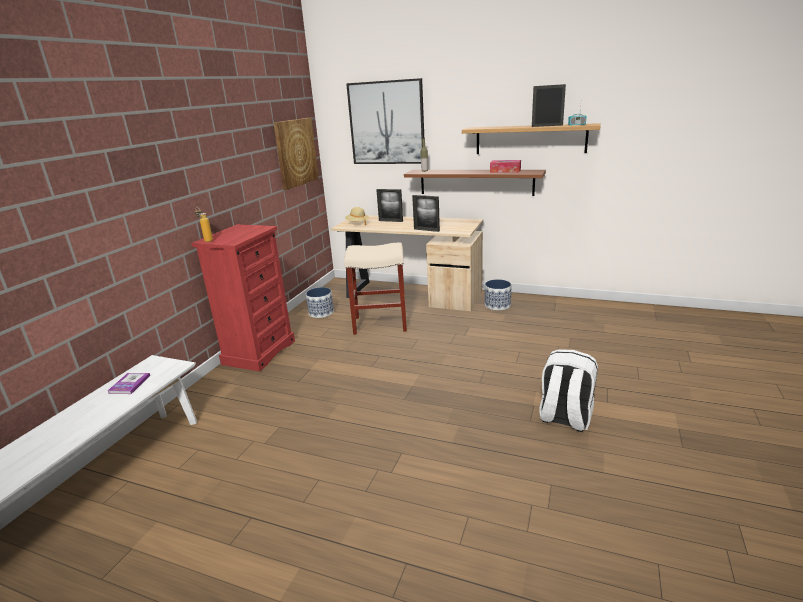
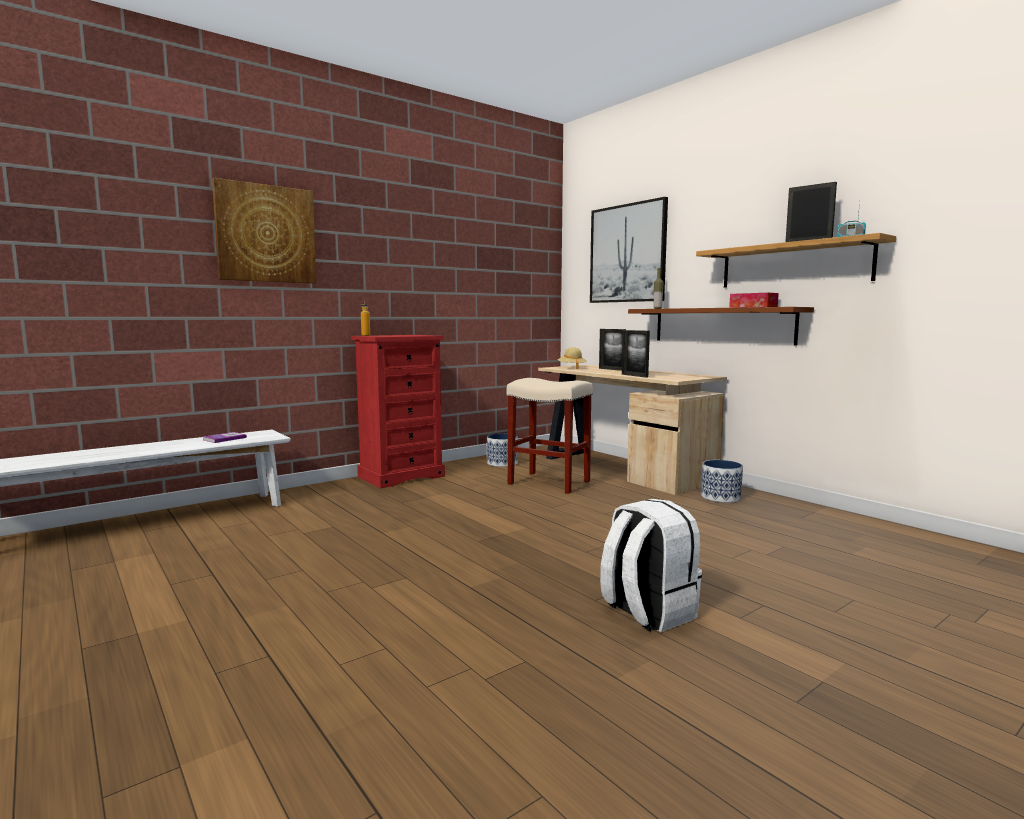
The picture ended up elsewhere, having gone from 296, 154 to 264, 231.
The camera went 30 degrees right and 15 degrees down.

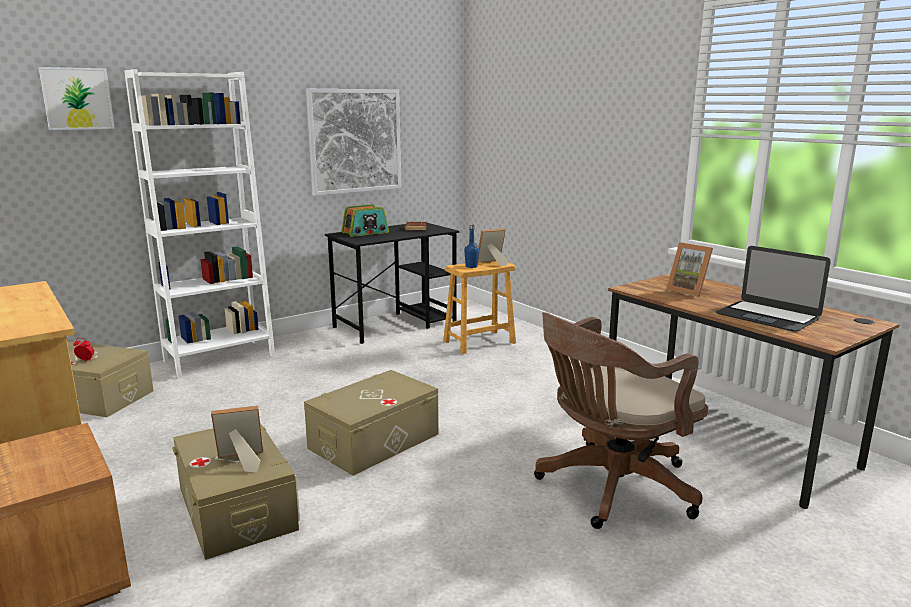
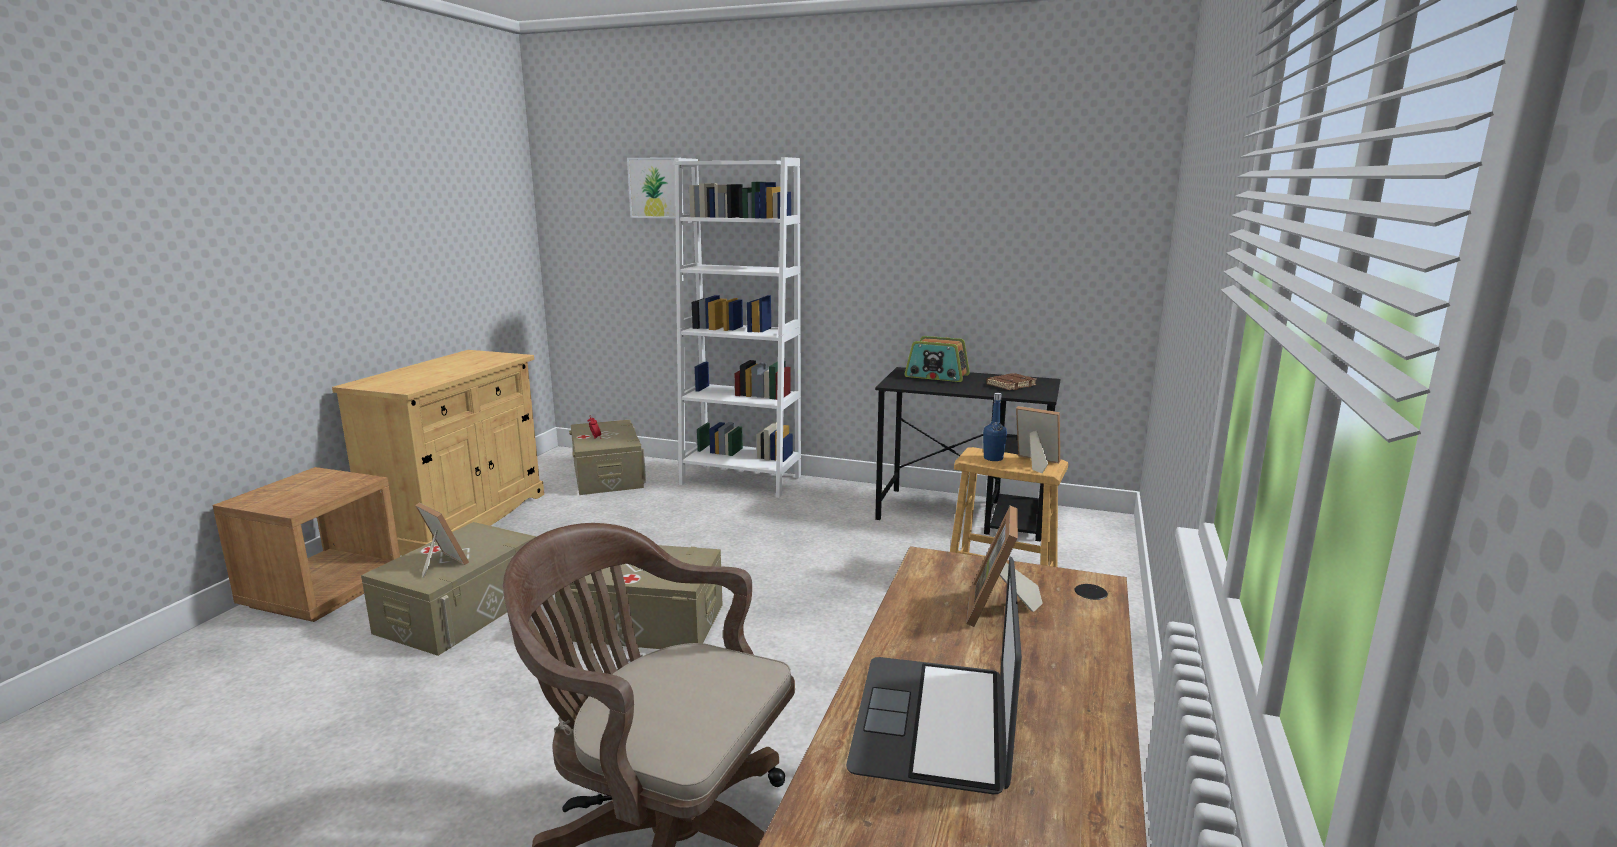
The second view lost the picture at 353, 142.
The camera went 55 degrees right and 0 degrees up.

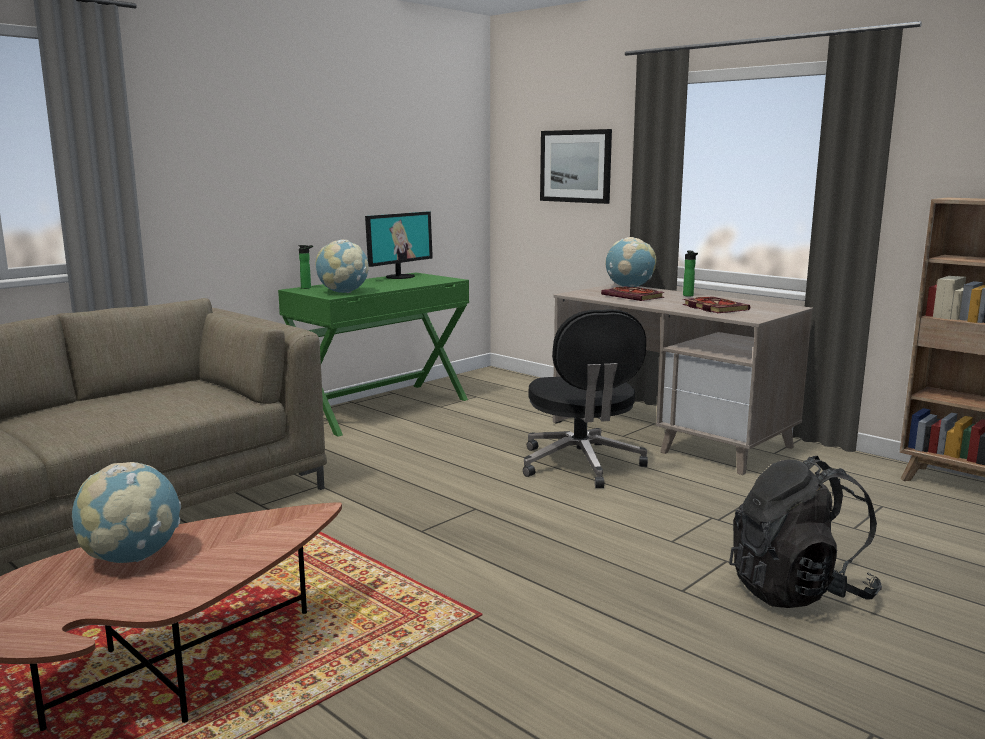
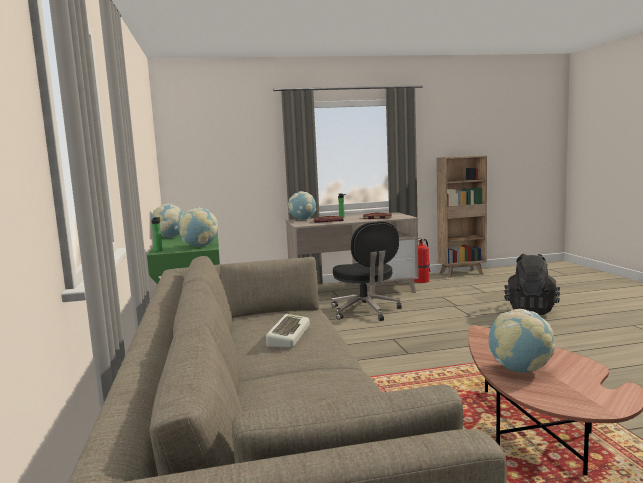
Where the monitor stood at 399, 245, the desk globe came to stand at 167, 220.
The black-coloured computer chair at 585, 398 ended up facing another way, 45 degrees clockwise from before.
The second view lost the picture at 576, 166.
The second view gained the computer keyboard at 288, 331.
The second view gained the fire-fighting cylinder at 422, 260.
The camera went 55 degrees left and 5 degrees down.

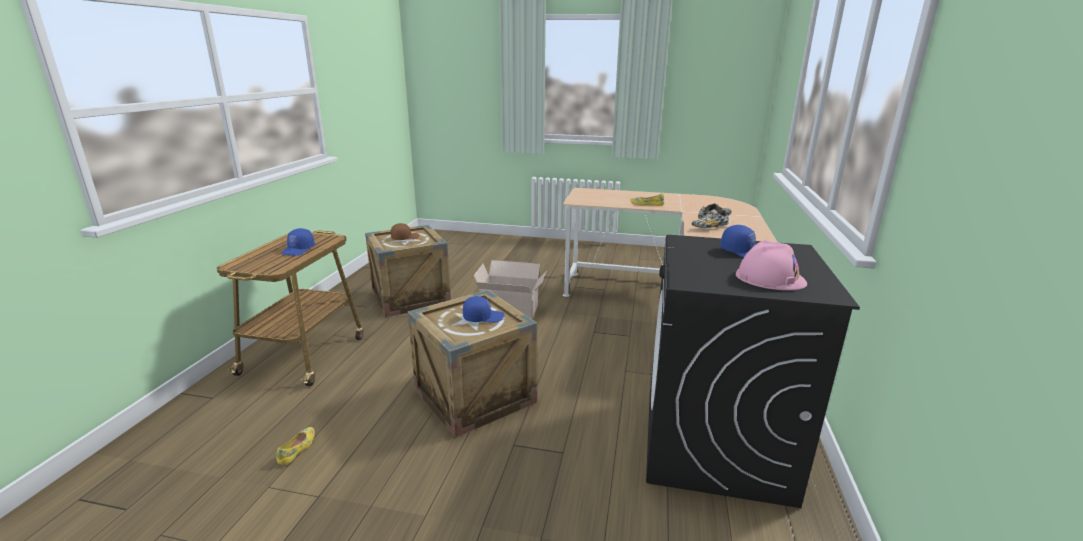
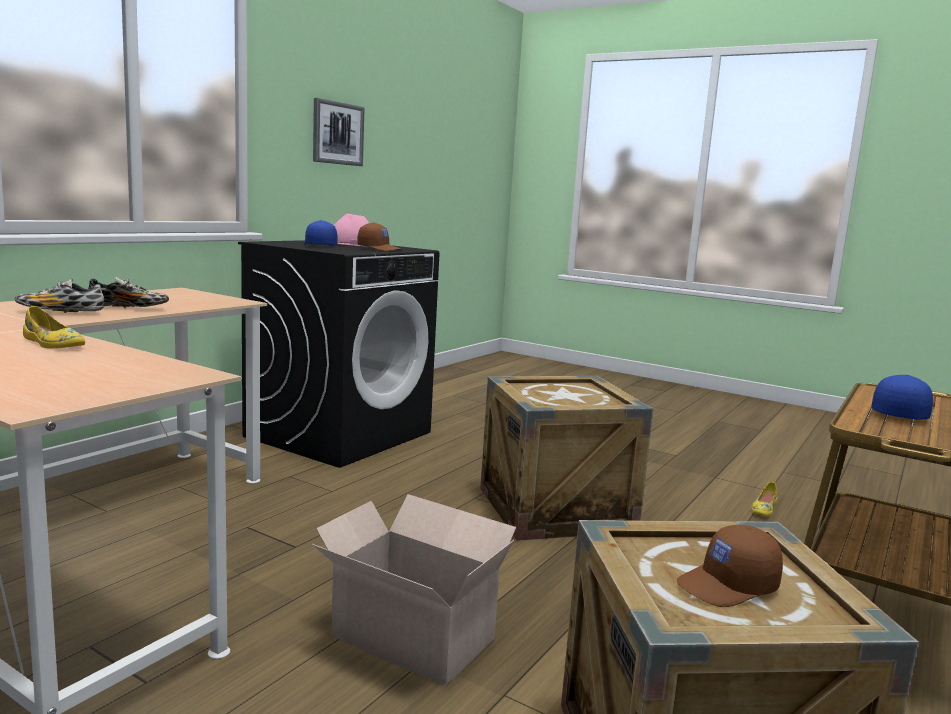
The second view lost the bluish baseball cap at 484, 309.
The second view gained the picture at 339, 132.
The second view gained the brownish baseball cap at 379, 236.
The camera went 160 degrees left and 10 degrees down.

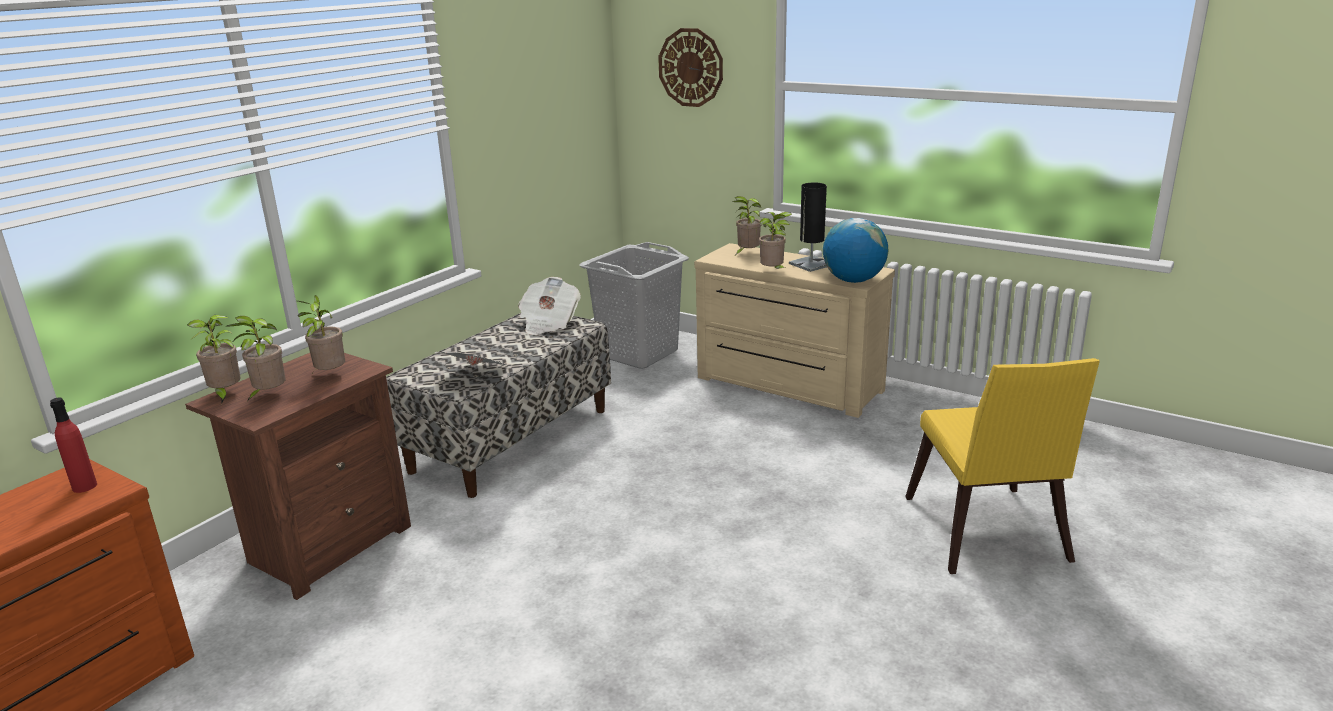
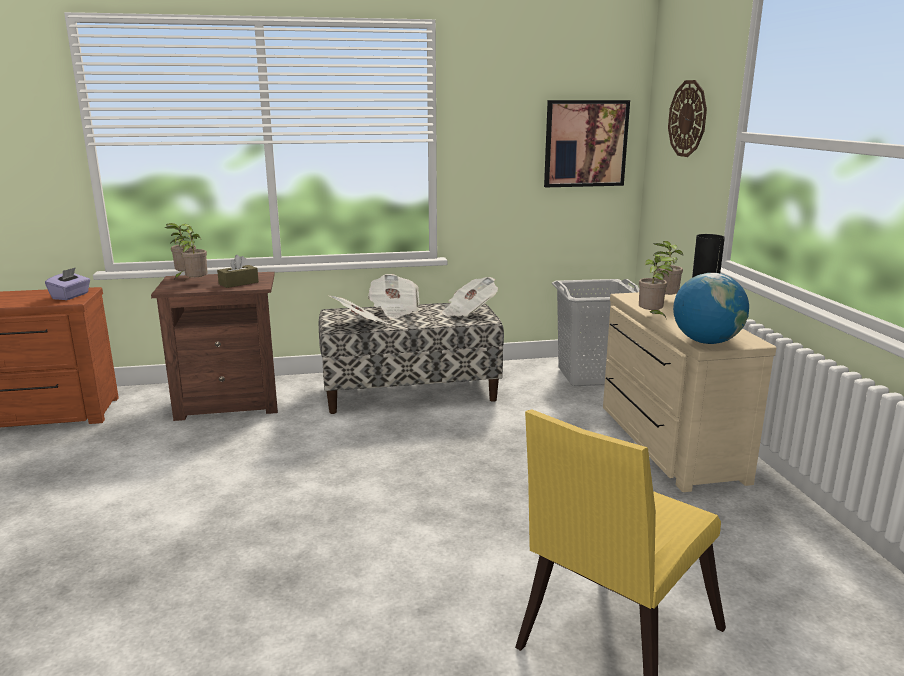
Where the red beverage bottle stood at 73, 445, the purple-coloured tissue holder came to stand at 67, 283.
Where the houseplant stood at 321, 334, the brownish tissue holder came to stand at 238, 271.
The second view gained the printed paper at 393, 296.
The second view gained the picture at 587, 143.
The camera went 45 degrees right and 5 degrees down.

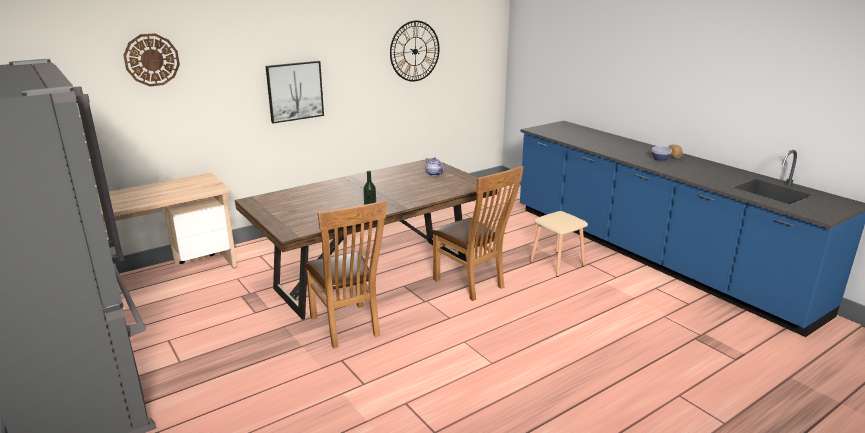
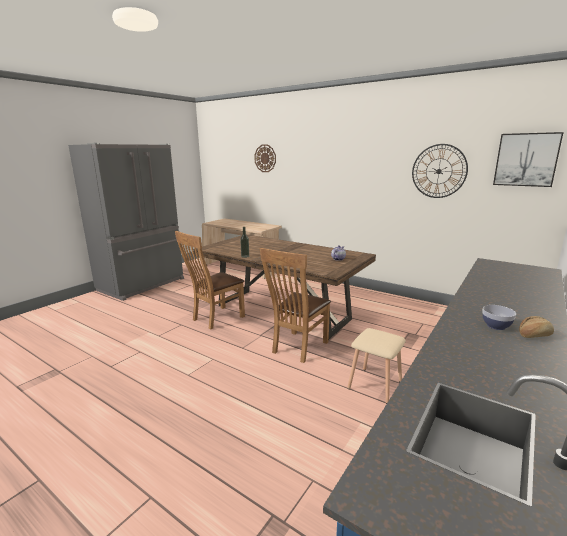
The picture ended up elsewhere, having gone from 295, 92 to 528, 159.
The camera went 70 degrees right and 5 degrees down.

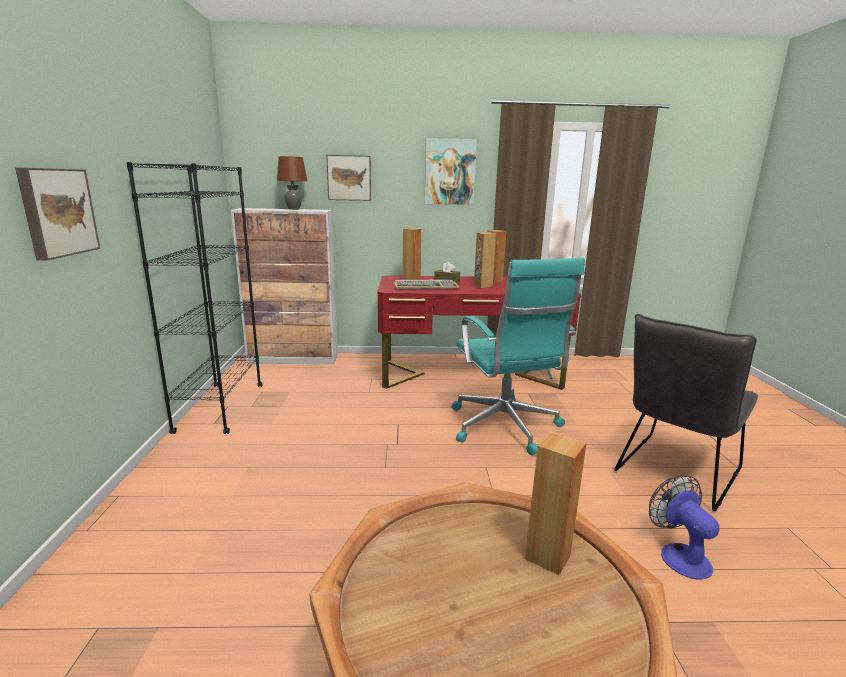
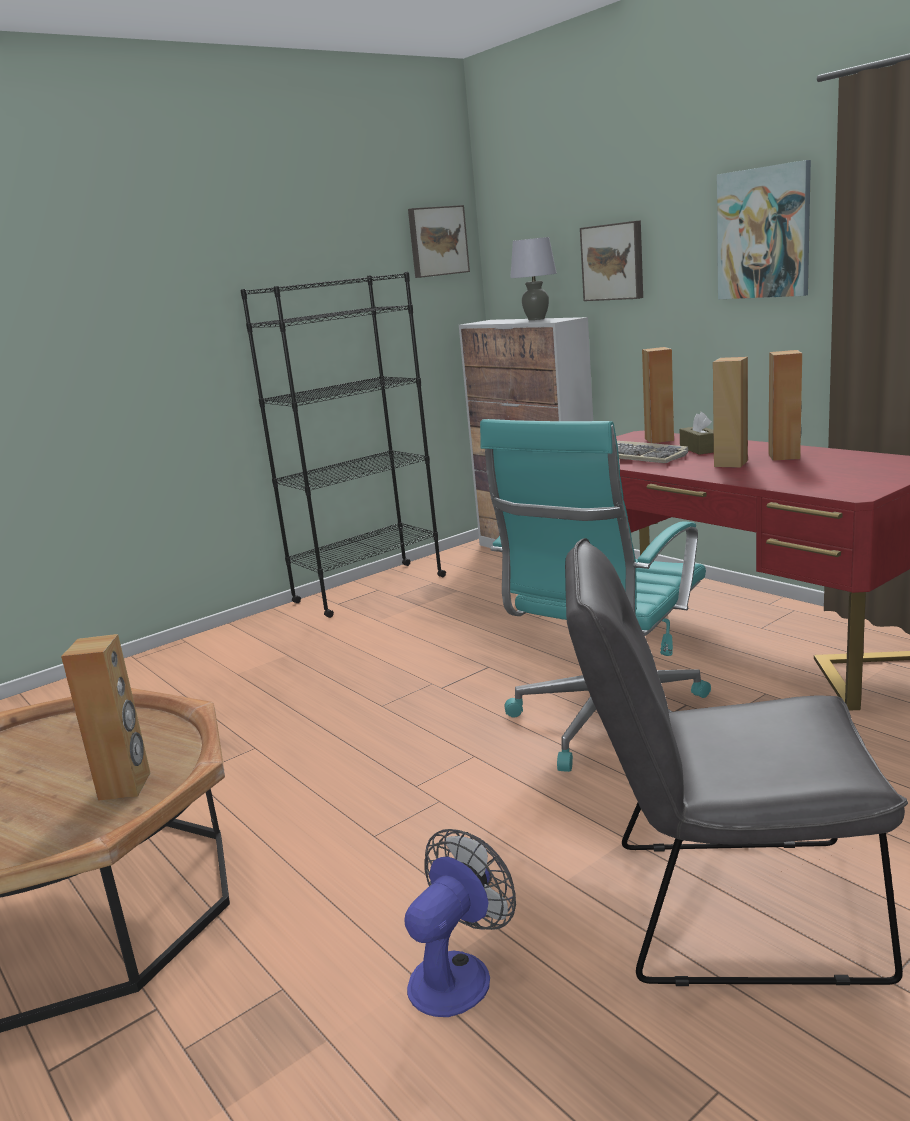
The picture ended up elsewhere, having gone from 57, 213 to 439, 241.
What was the brownish tabletop lamp at 292, 183 turned into the greyish tabletop lamp at 533, 278.
The camera went 55 degrees right and 0 degrees up.

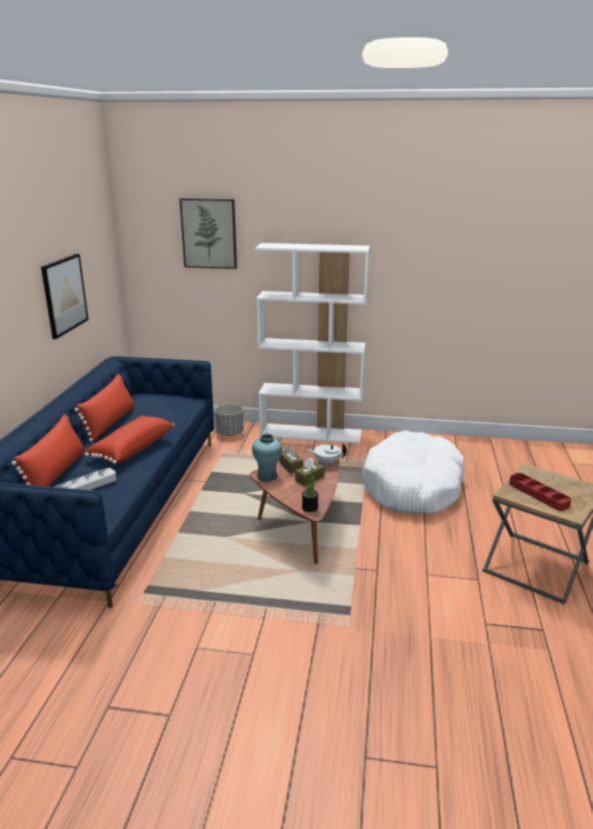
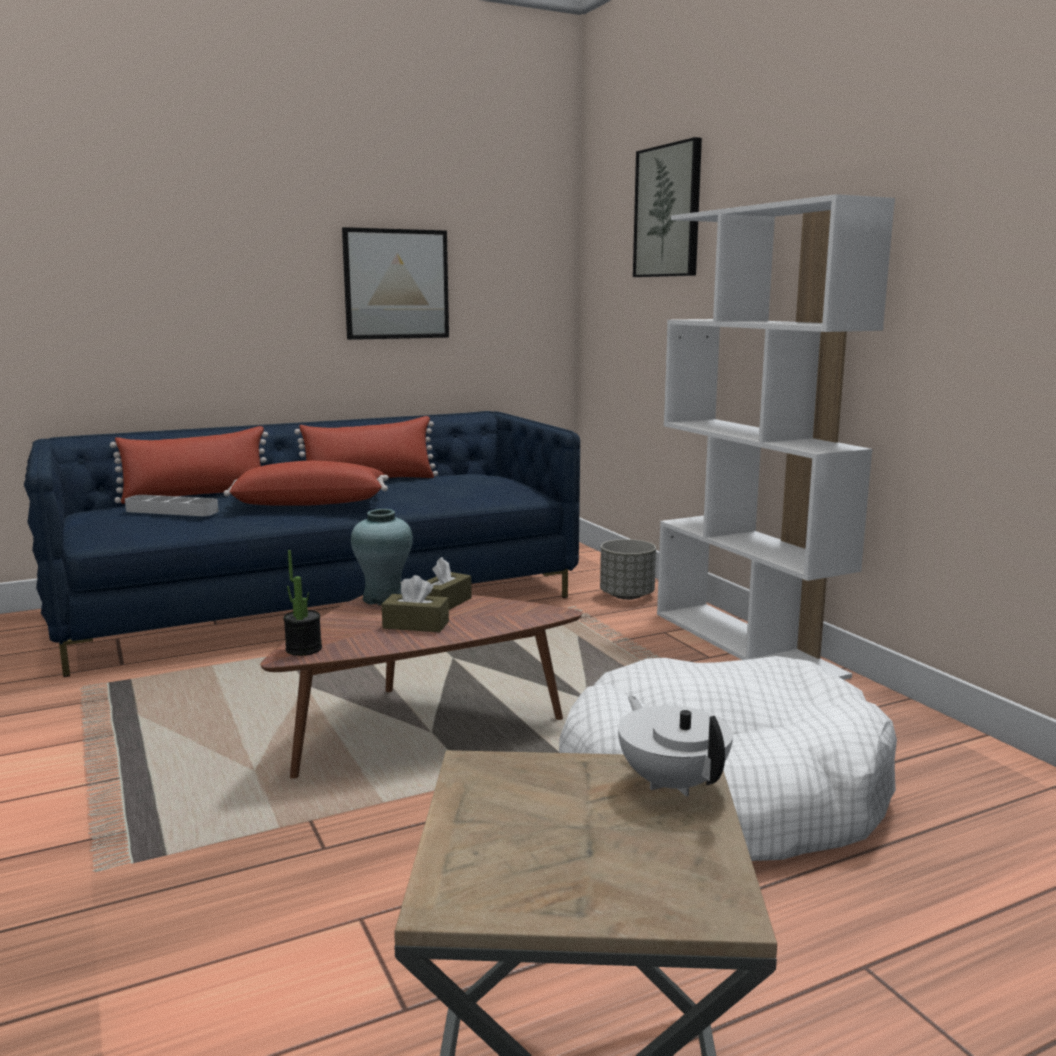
The white-coloured tea pot ended up elsewhere, having gone from 327, 454 to 675, 746.
The second view lost the red serving tray at 540, 492.
The camera went 55 degrees right and 10 degrees down.

